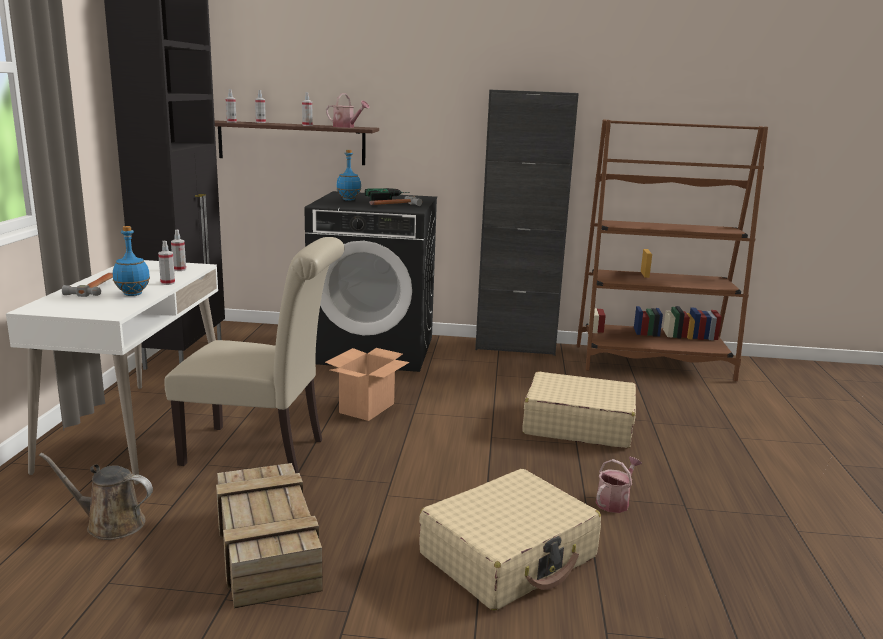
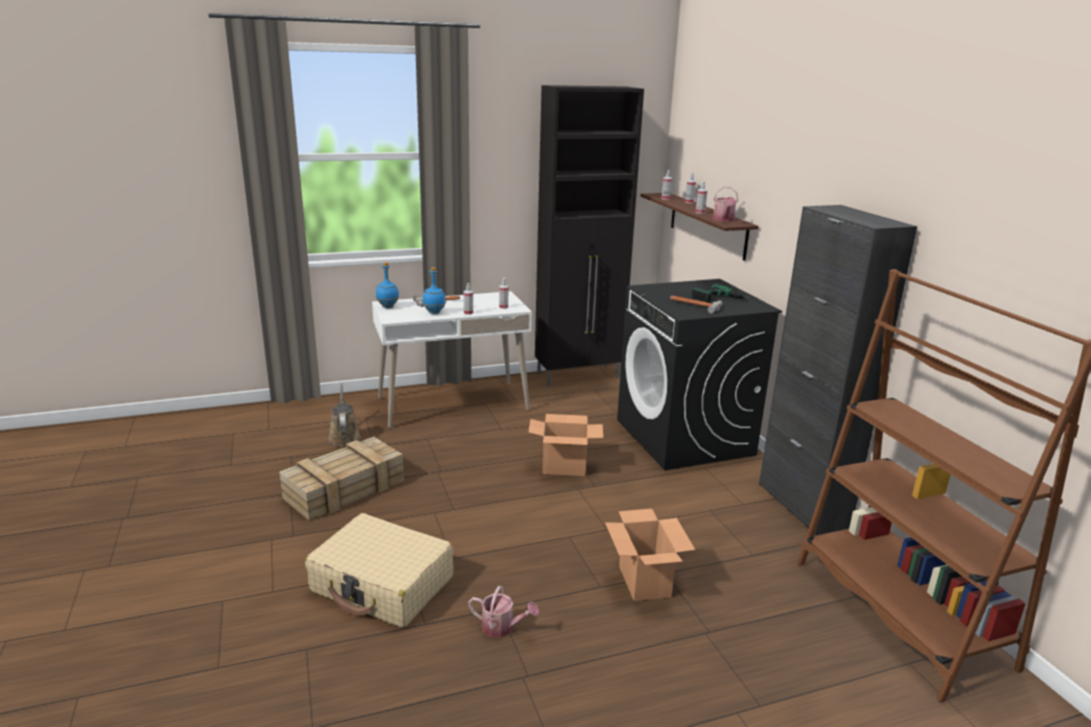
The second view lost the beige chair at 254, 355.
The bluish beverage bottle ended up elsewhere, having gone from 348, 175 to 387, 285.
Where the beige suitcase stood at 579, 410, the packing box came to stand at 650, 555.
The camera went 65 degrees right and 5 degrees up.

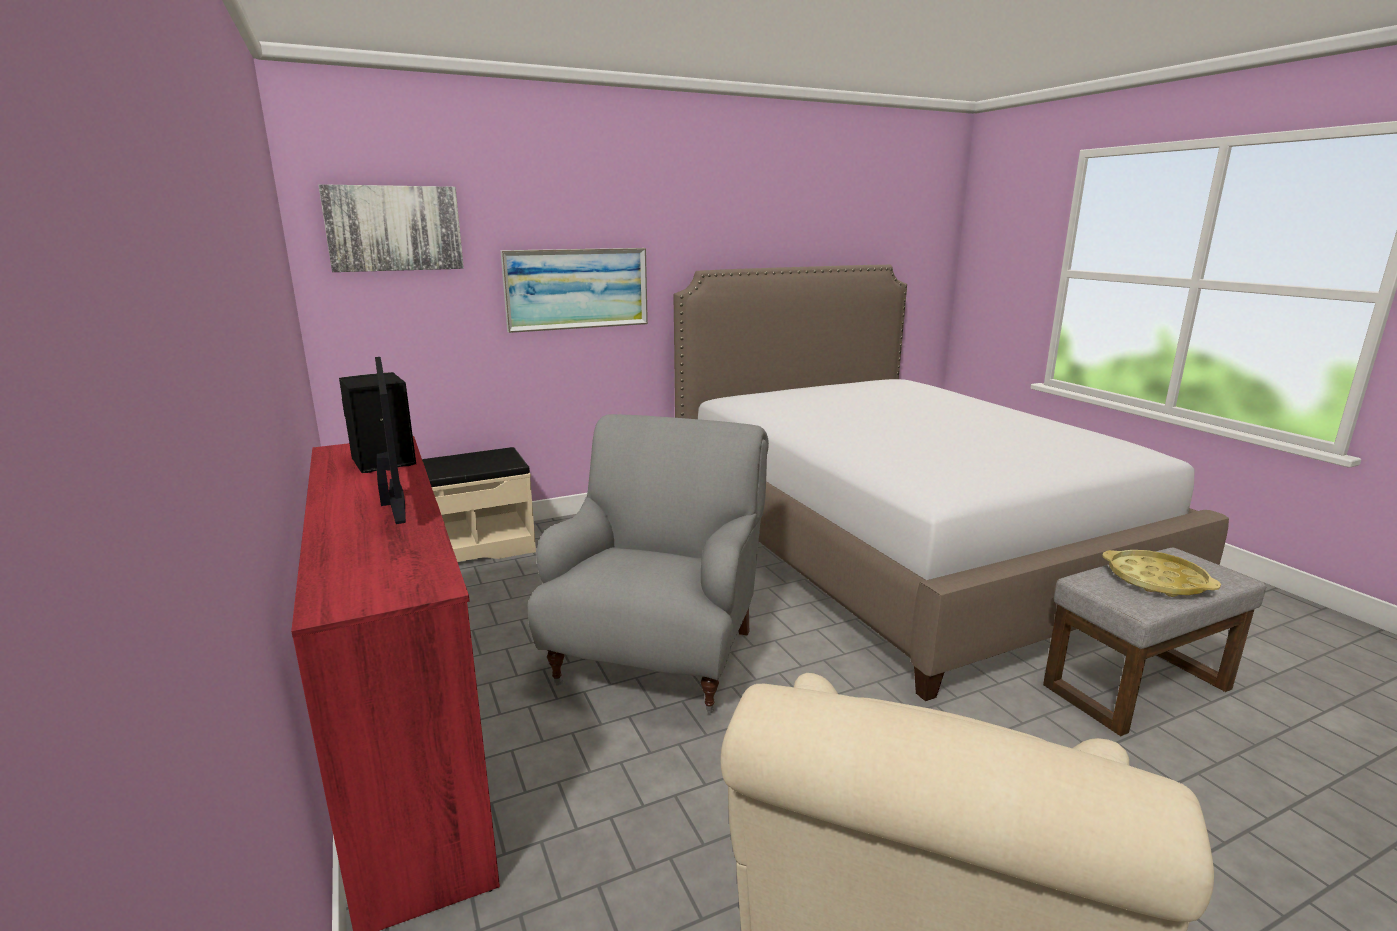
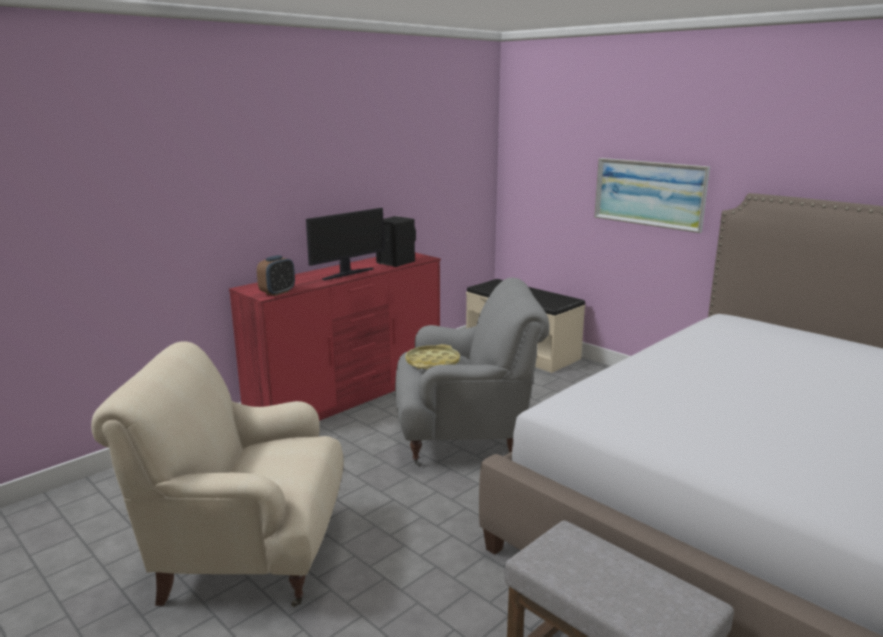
The second view lost the picture at 391, 228.
The yellow serving tray ended up elsewhere, having gone from 1161, 573 to 432, 356.
The second view gained the bedside clock at 276, 275.
The camera went 70 degrees right and 0 degrees up.

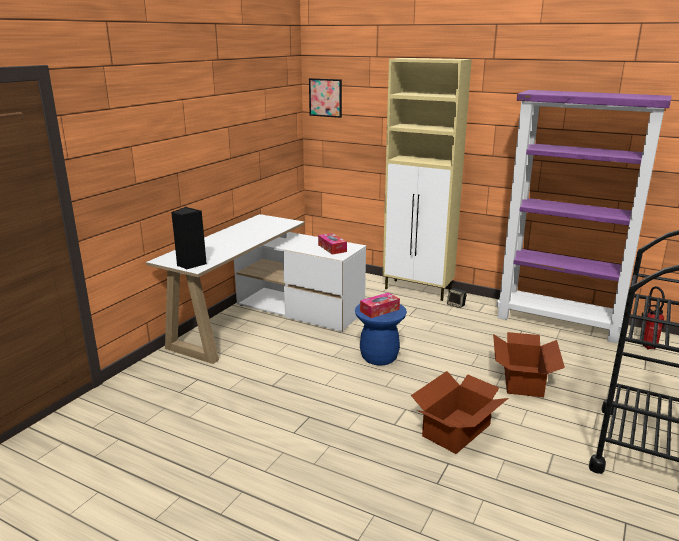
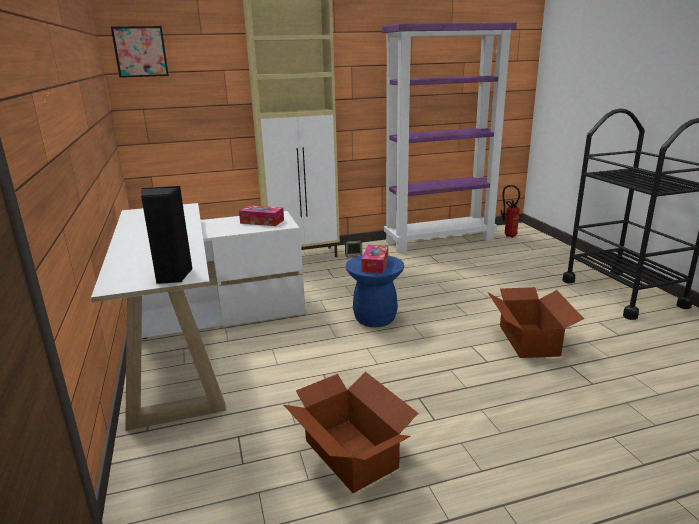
The packing box ended up elsewhere, having gone from 529, 365 to 351, 432.
The camera went 45 degrees left and 0 degrees up.

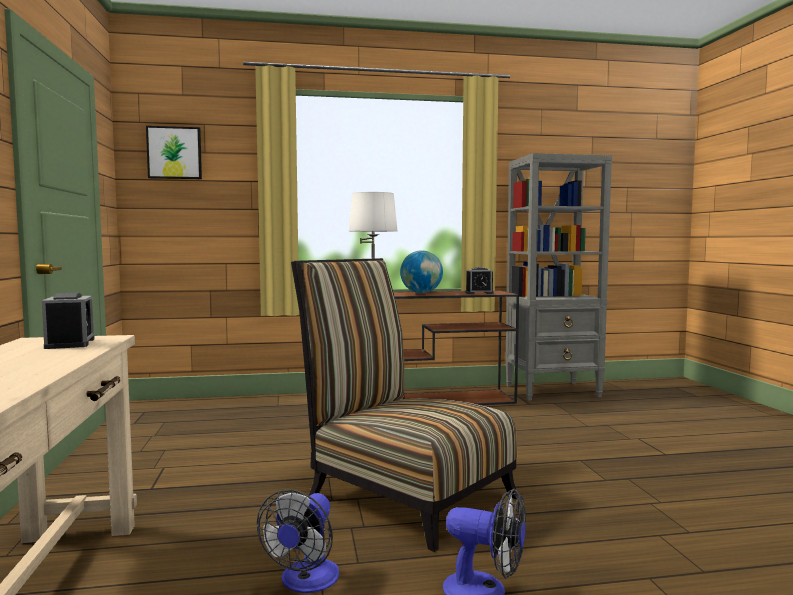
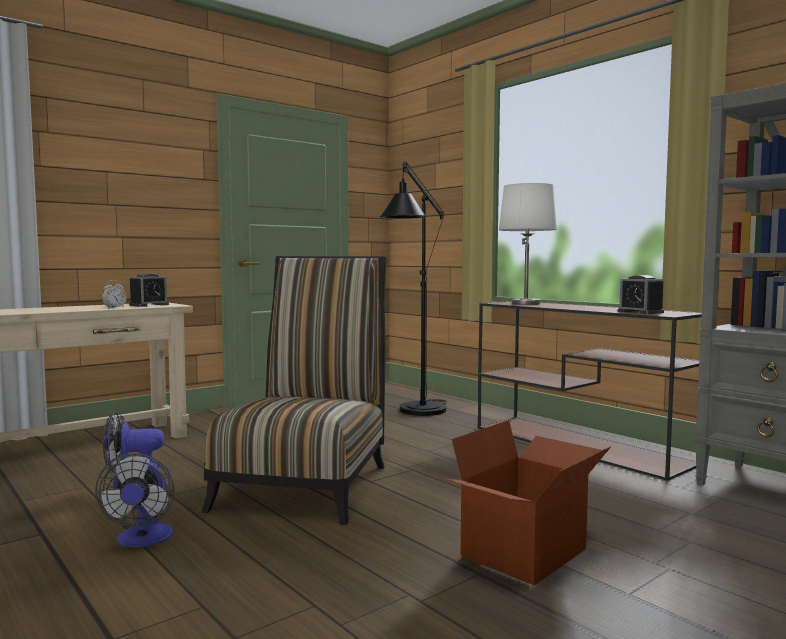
The second view lost the picture at 174, 152.
The second view lost the desk globe at 421, 271.
The second view gained the bedside clock at 114, 294.
The second view gained the black-coloured floor lamp at 413, 288.
The second view gained the packing box at 525, 503.
The camera went 60 degrees right and 0 degrees up.

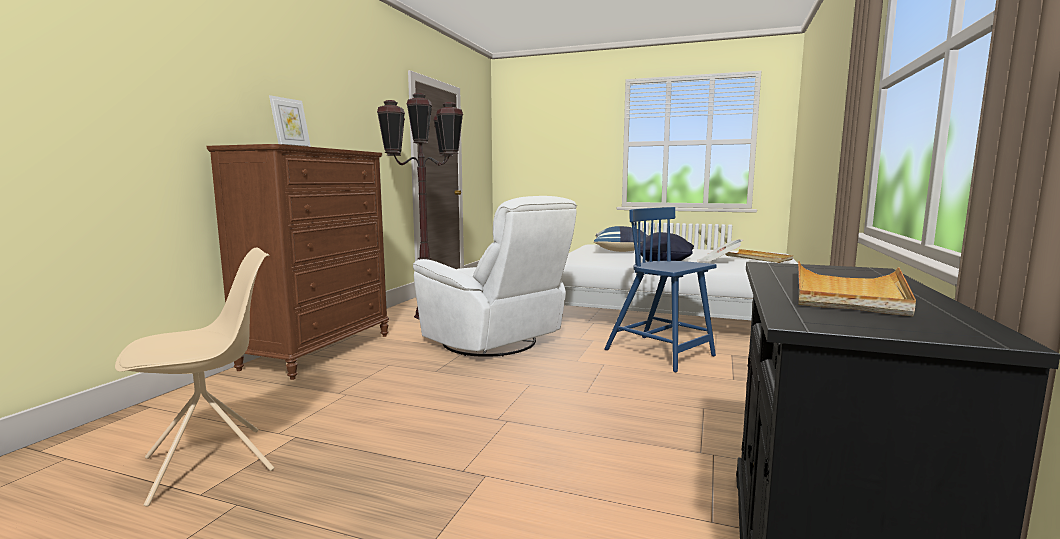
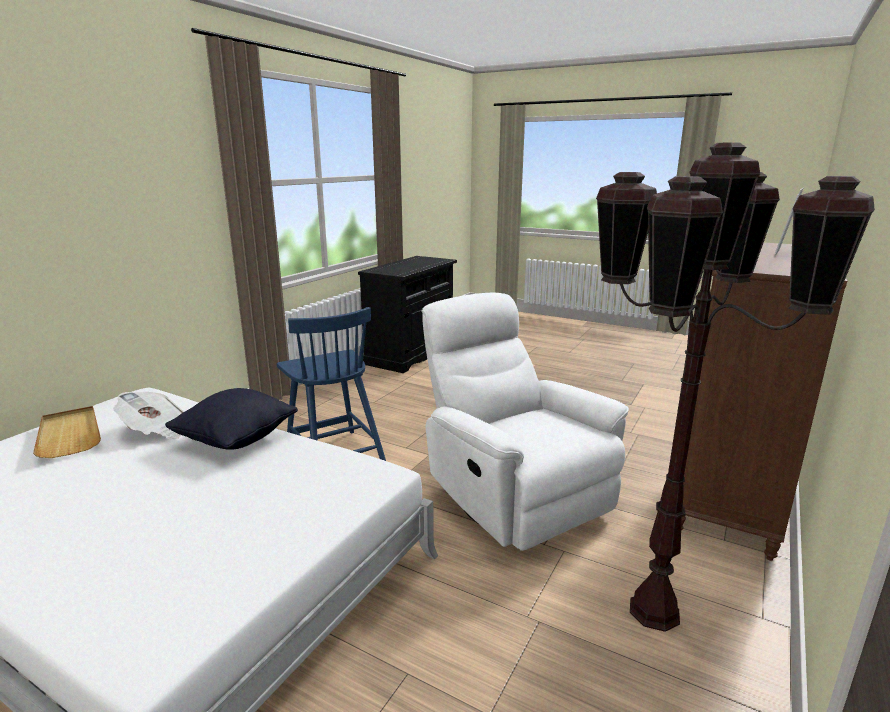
The second view lost the beige chair at 194, 377.
The second view lost the bluish cushion at 621, 239.
The second view lost the beige serving tray at 857, 288.
The camera went 170 degrees left and 10 degrees up.

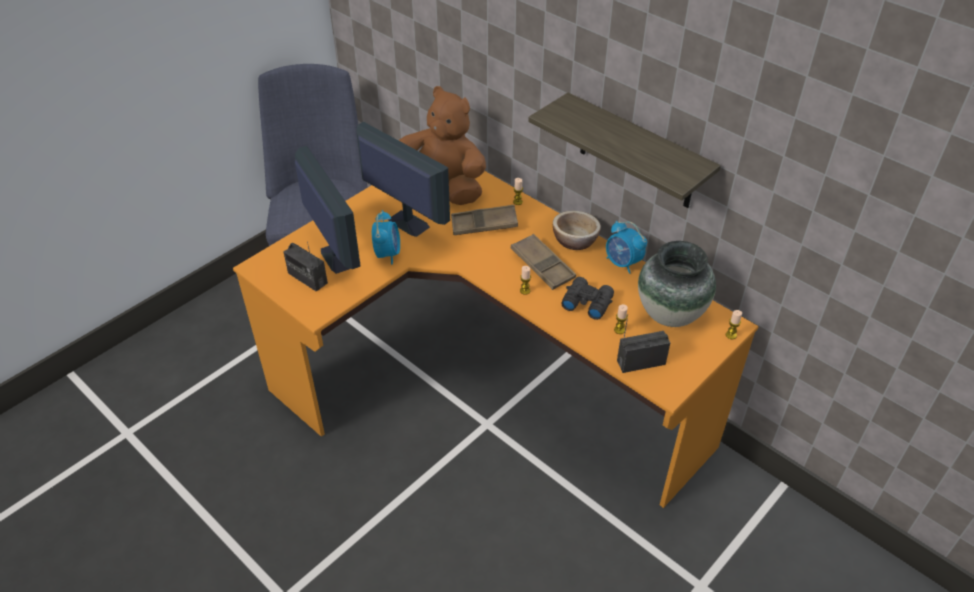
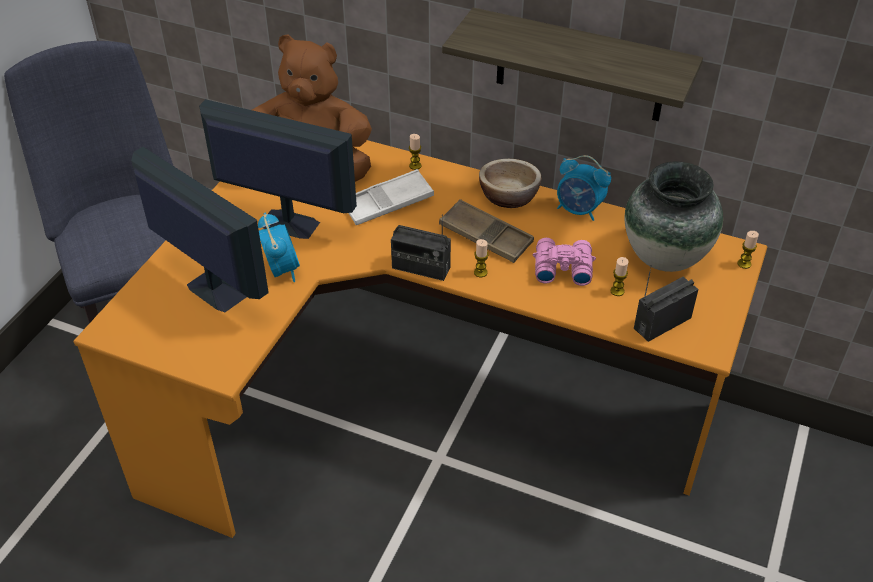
The radio set ended up elsewhere, having gone from 305, 267 to 421, 247.
What was the brownish serving tray at 484, 220 turned into the white-coloured serving tray at 391, 197.
What was the black-coloured pair of binoculars at 587, 298 turned into the pinkish pair of binoculars at 564, 262.
The camera went 20 degrees left and 0 degrees up.

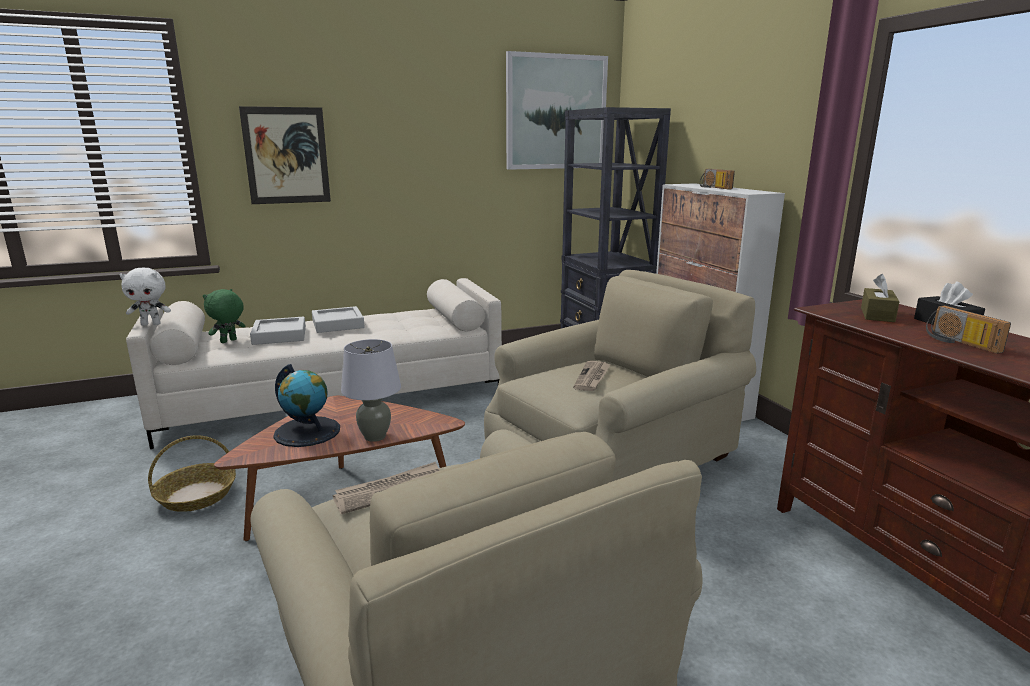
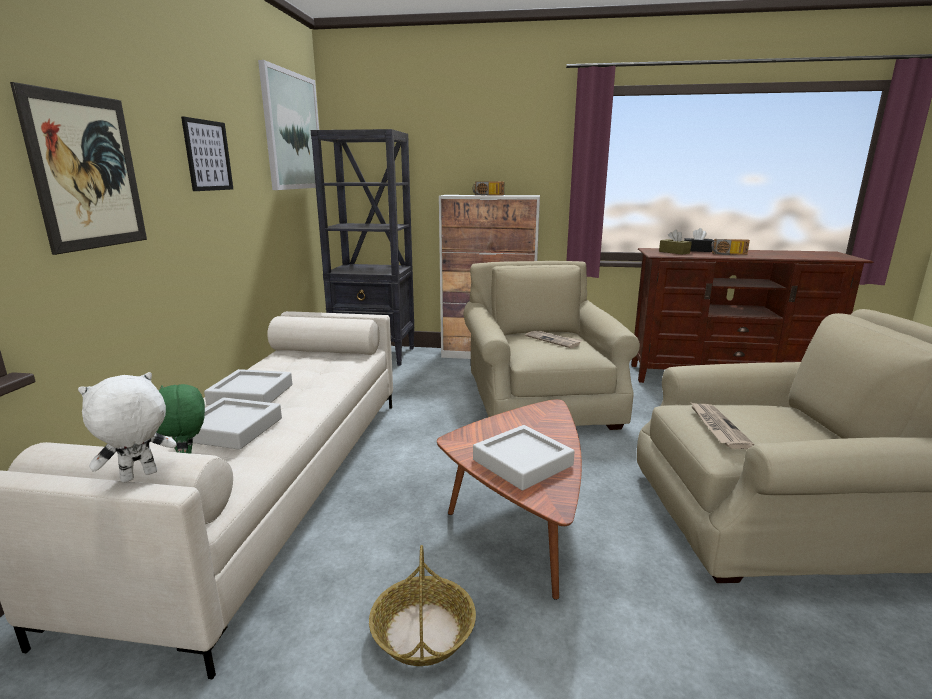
The white-coloured plush toy at 145, 297 ended up facing another way, 150 degrees counterclockwise from before.
Where the desk globe stood at 306, 405, the greyish serving tray came to stand at 524, 458.
The second view lost the greyish tabletop lamp at 371, 390.
The second view gained the picture at 207, 154.
The camera went 60 degrees left and 0 degrees up.

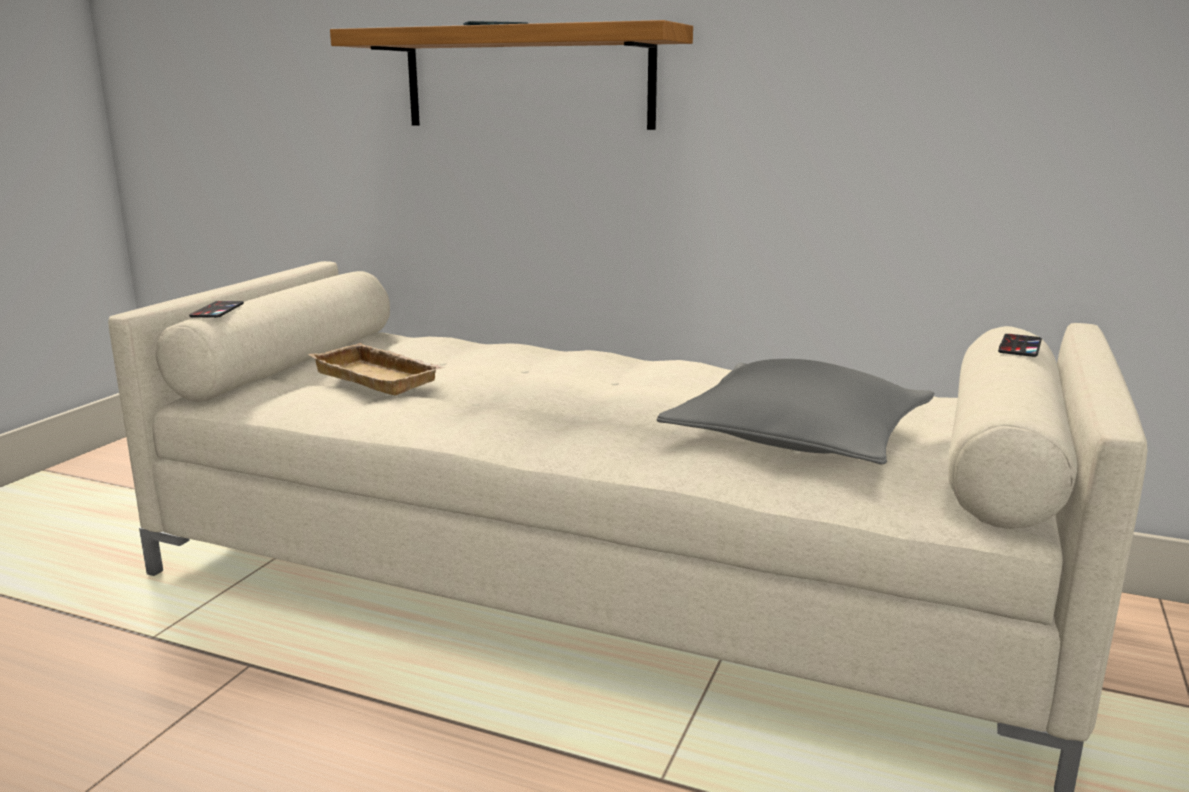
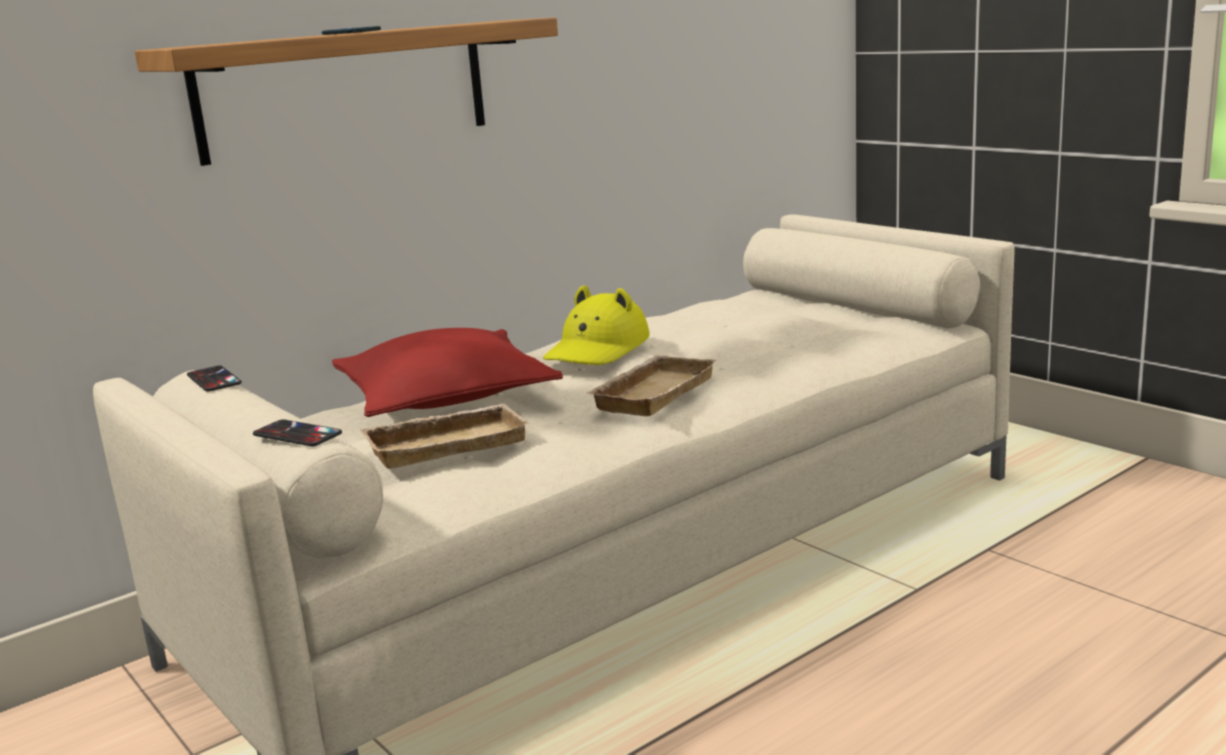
The second view lost the greyish cushion at 795, 412.
The phone ended up elsewhere, having gone from 1020, 345 to 214, 378.
The second view gained the red cushion at 447, 372.
The second view gained the yellow hat at 596, 325.
The second view gained the beige serving tray at 652, 386.
The camera went 60 degrees left and 0 degrees up.

